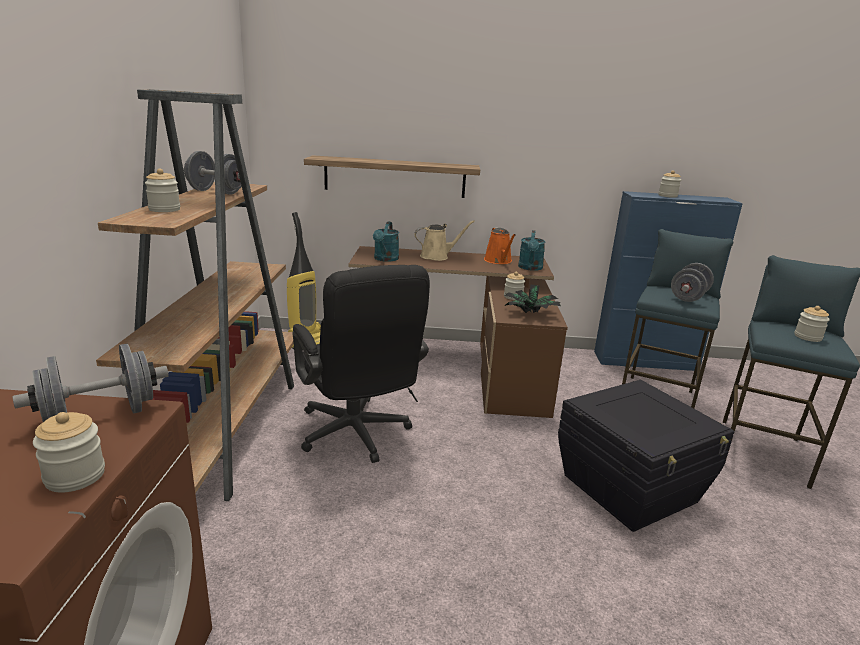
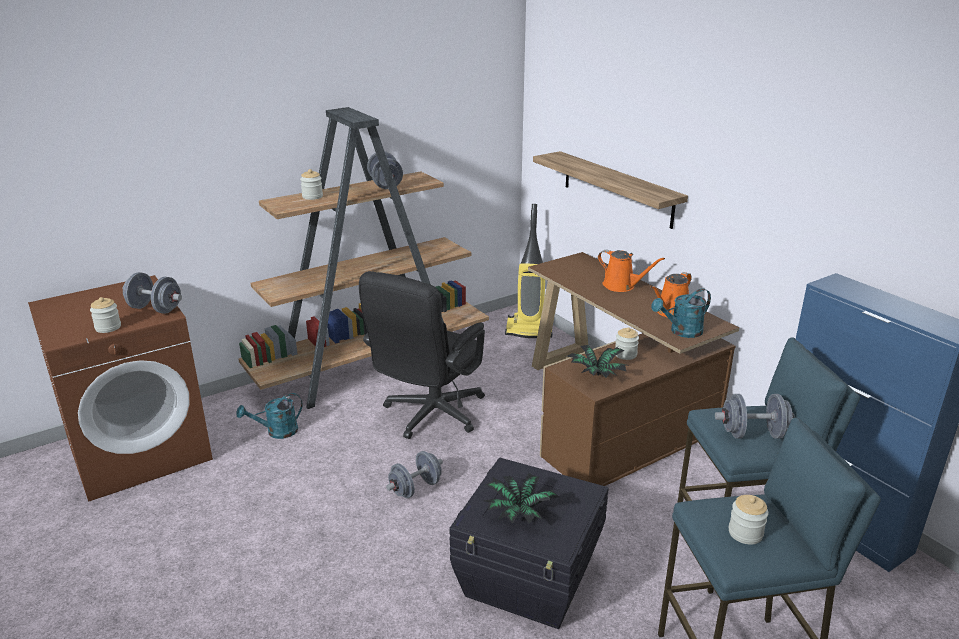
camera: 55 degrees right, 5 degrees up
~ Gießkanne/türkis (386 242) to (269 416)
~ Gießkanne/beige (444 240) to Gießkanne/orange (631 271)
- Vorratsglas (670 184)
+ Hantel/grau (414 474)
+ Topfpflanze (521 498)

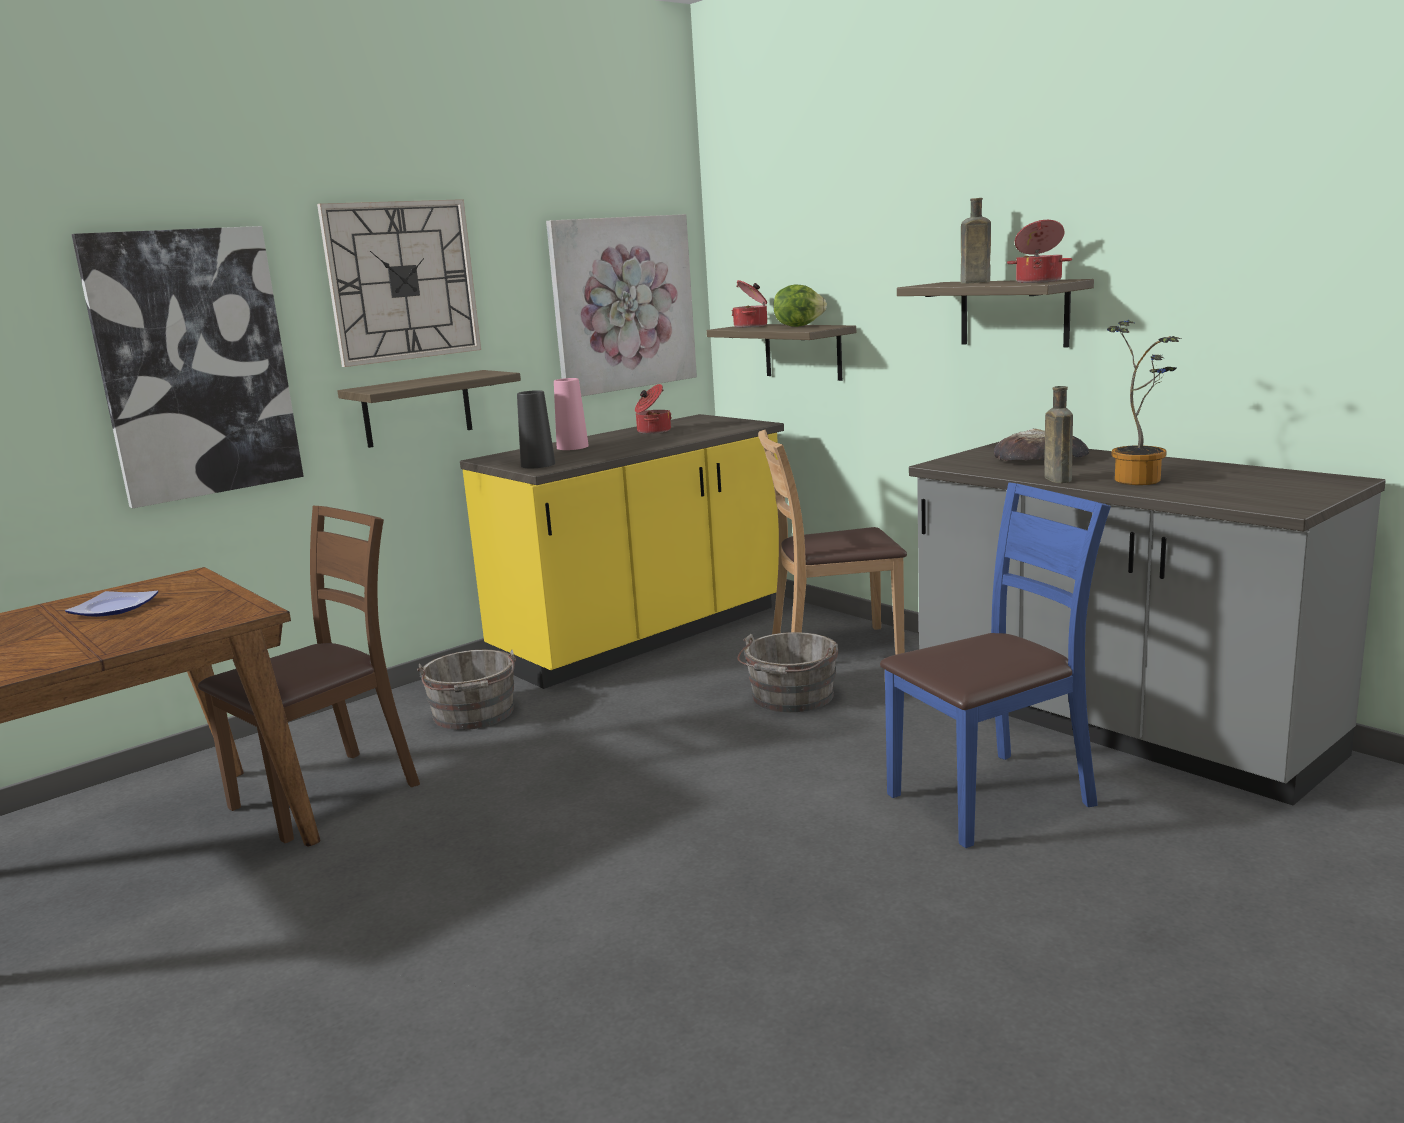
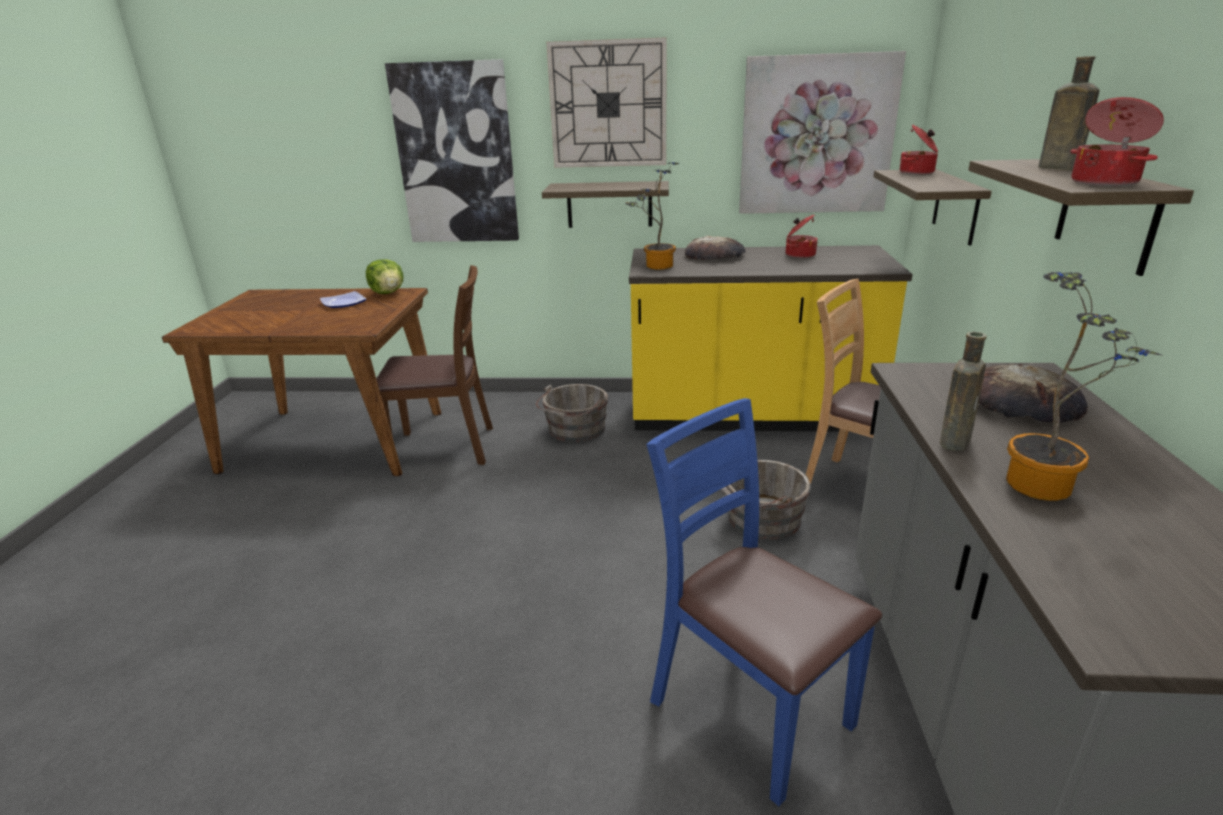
camera: 45 degrees right, 10 degrees up
~ Vase/schwarz (536 429) to Topfpflanze (652 215)
~ Vase/rosa (571 414) to Brot (715 248)
~ Salatkopf (800 305) to (385 277)
~ Stuhl/blau (995 665) = (764 602) 150 degrees counterclockwise

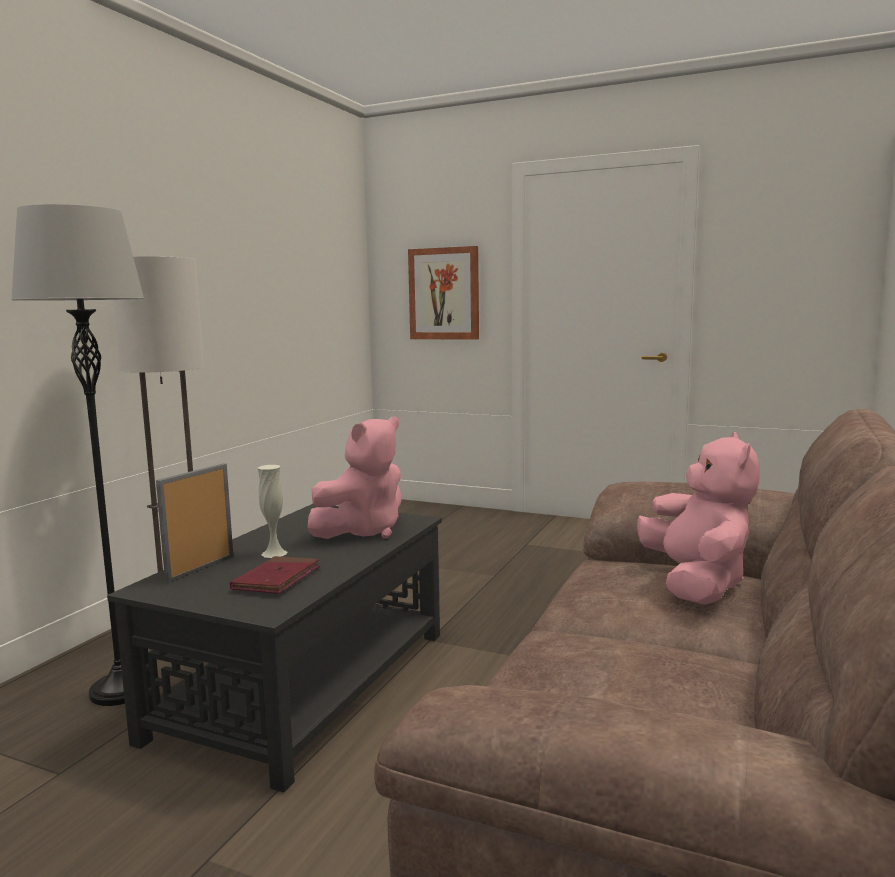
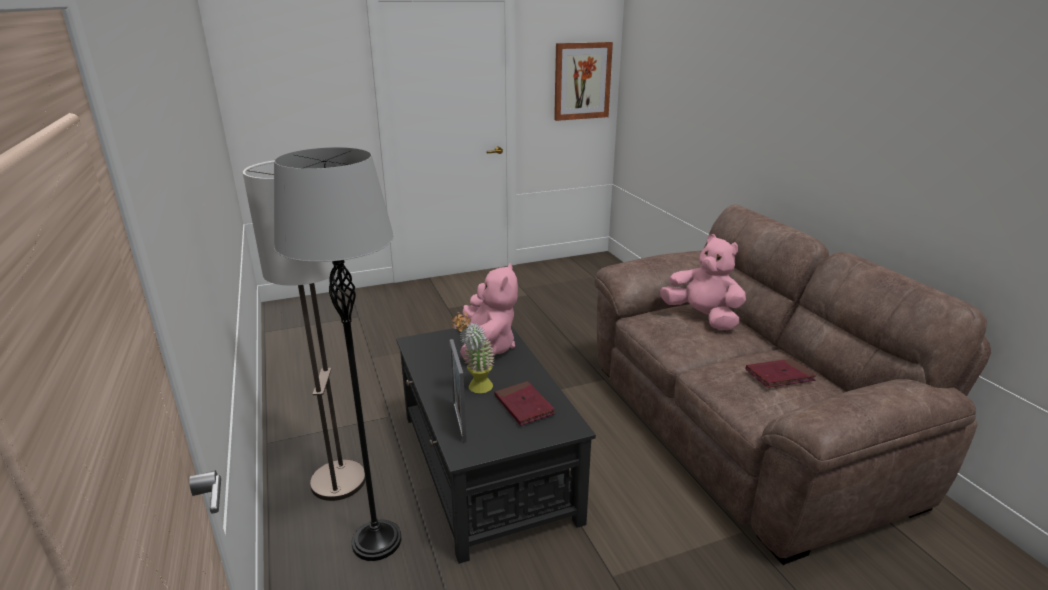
camera: 45 degrees left, 15 degrees up
~ Vase/weiß (272 511) to Topfpflanze (473 352)
~ Bild (443 293) to (583 81)
+ Buch/rot (781 373)

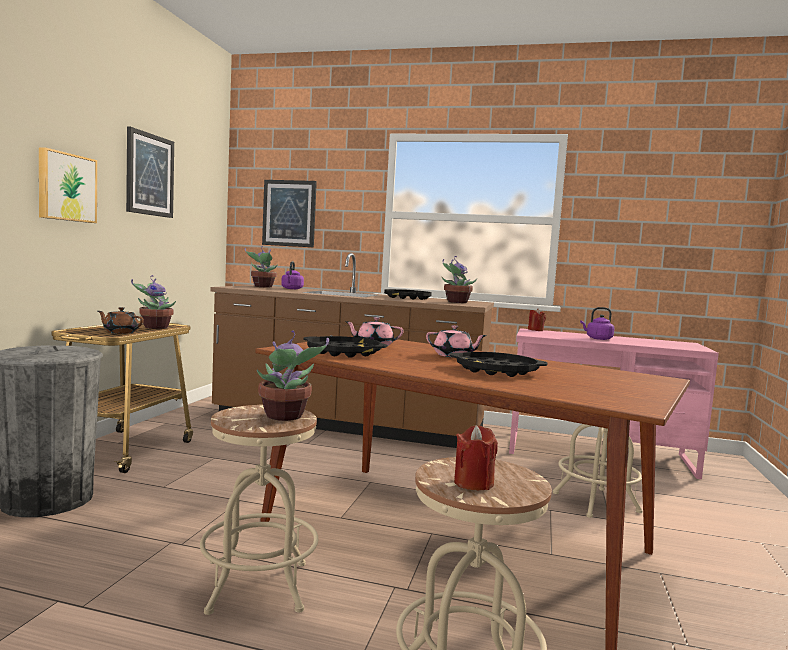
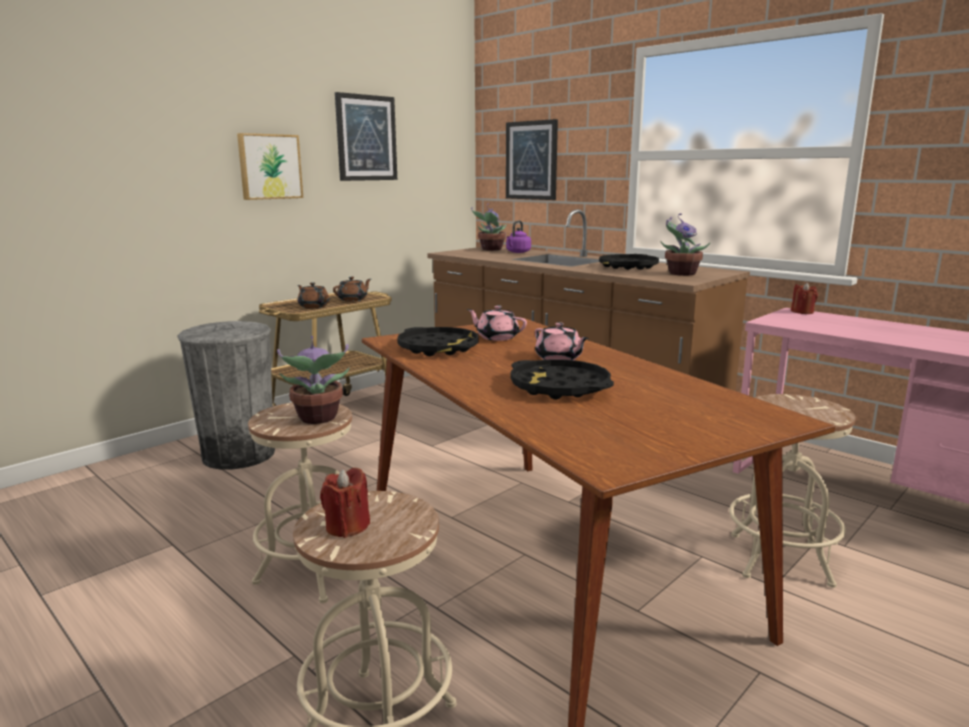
camera: 30 degrees right, 10 degrees up
~ Topfpflanze (153 302) to Teekanne/braun (352 289)
- Wasserkessel/lila (597 323)

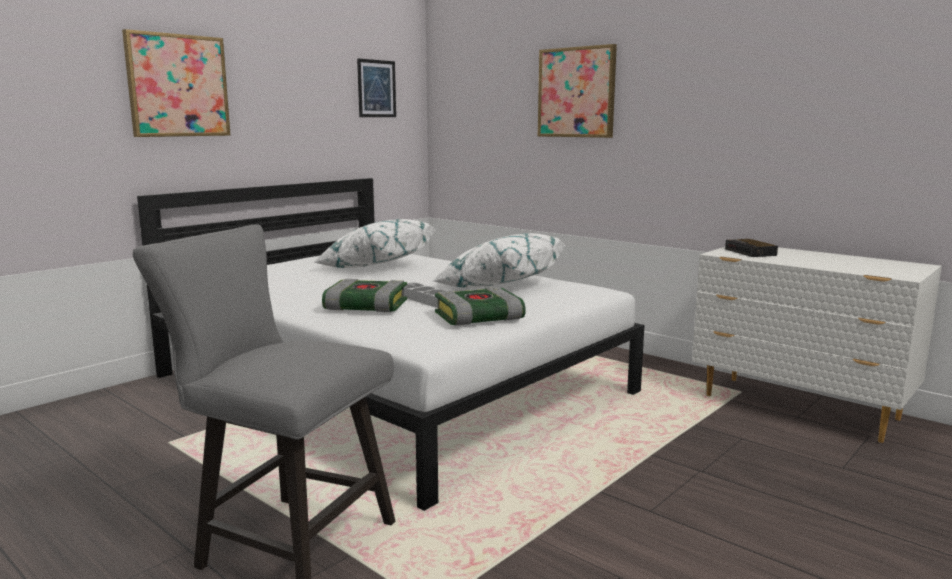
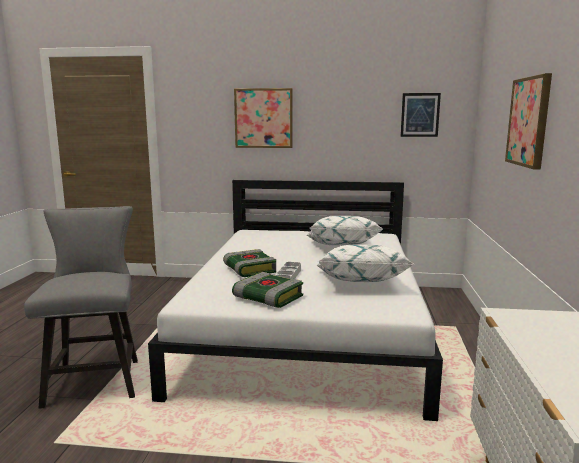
camera: 55 degrees right, 0 degrees up
- Wecker (751 248)

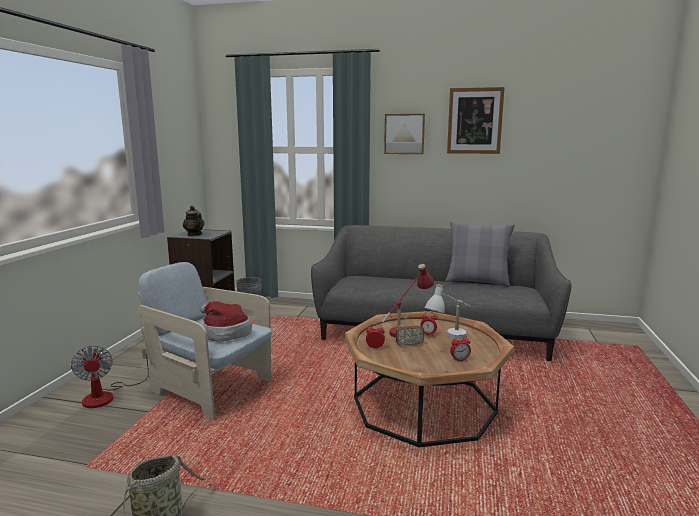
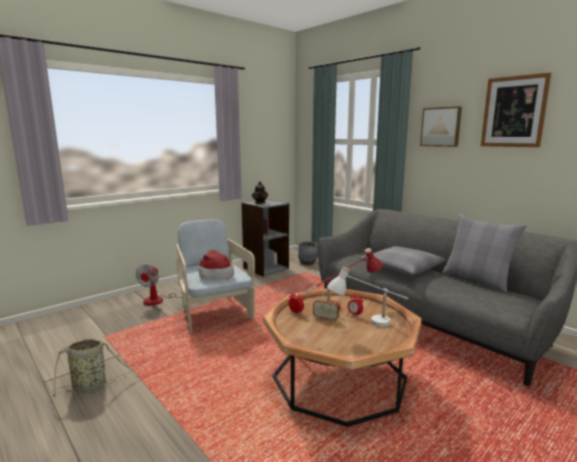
camera: 35 degrees right, 0 degrees up
- Wecker (460 348)
+ Kissen/grau (402 260)

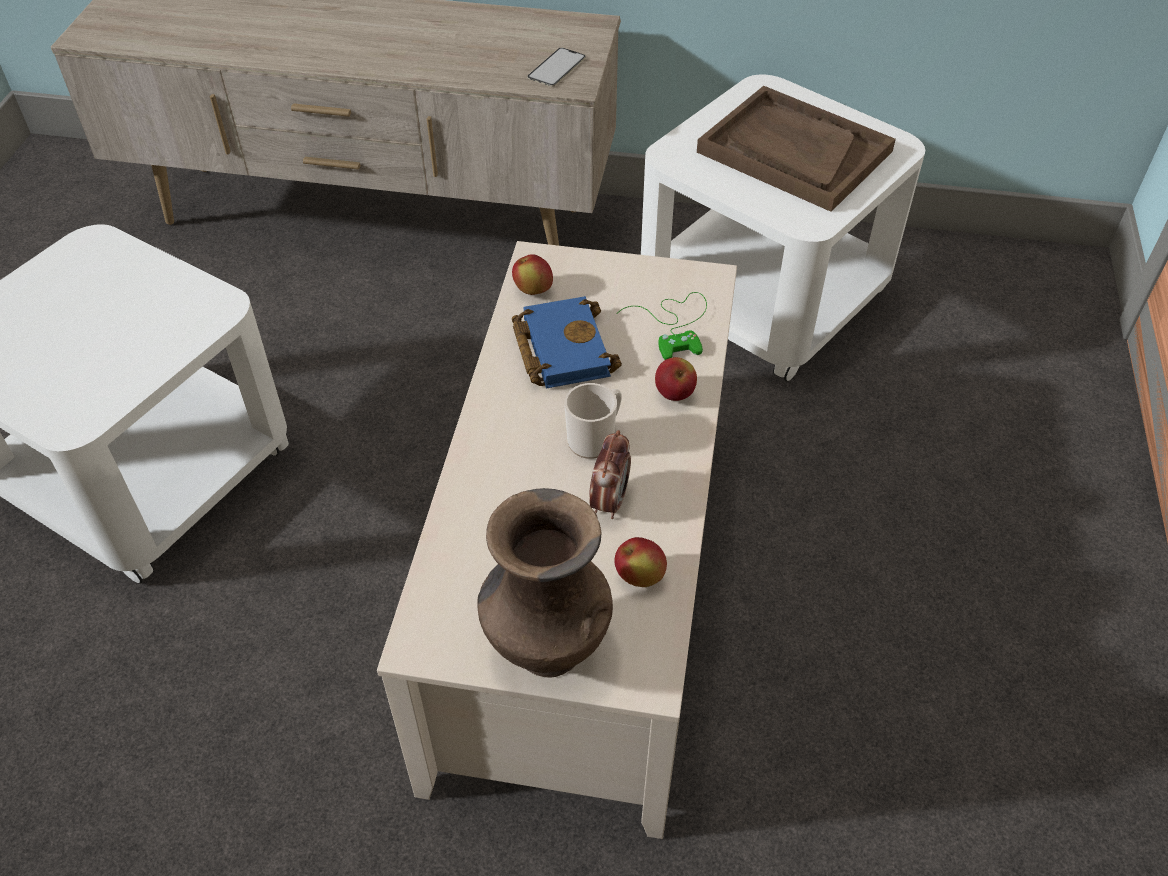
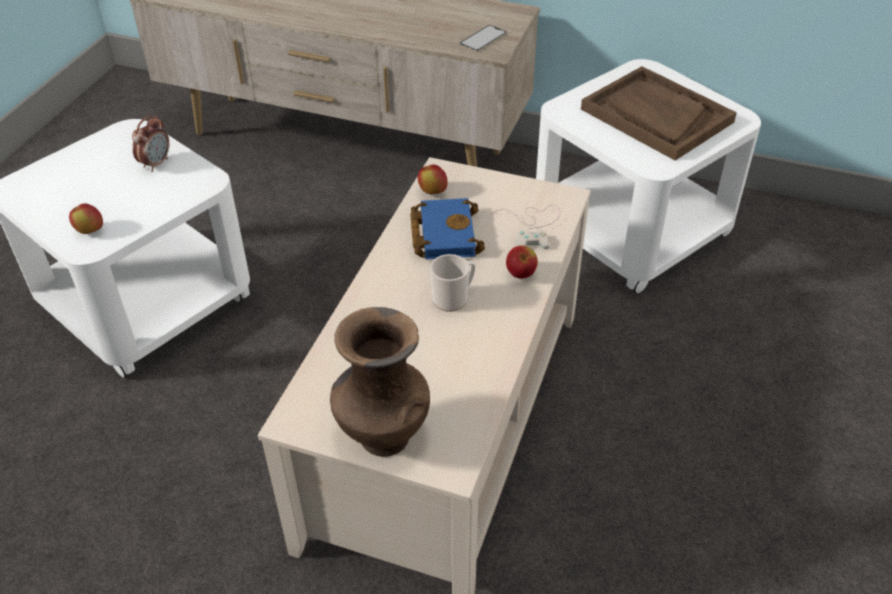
camera: 10 degrees right, 5 degrees down
~ Wecker (610 474) to (150 143)
~ Apfel (640 562) to (86 218)
~ Gamepad/grün (662 326) to Gamepad/weiß (526 227)

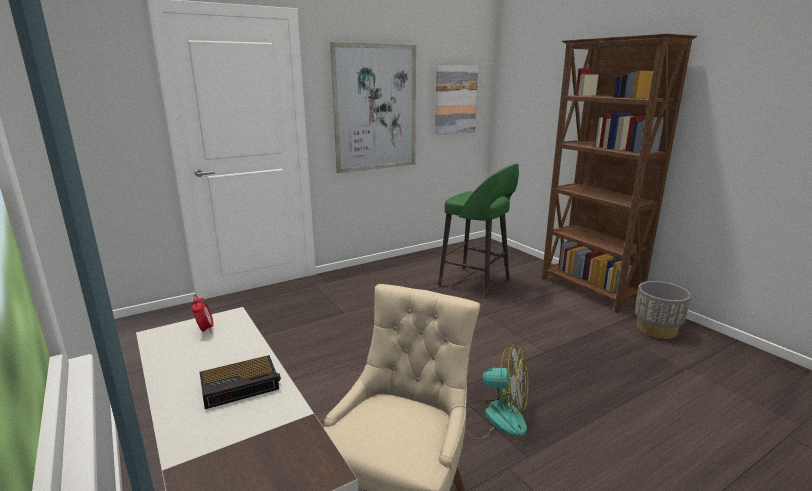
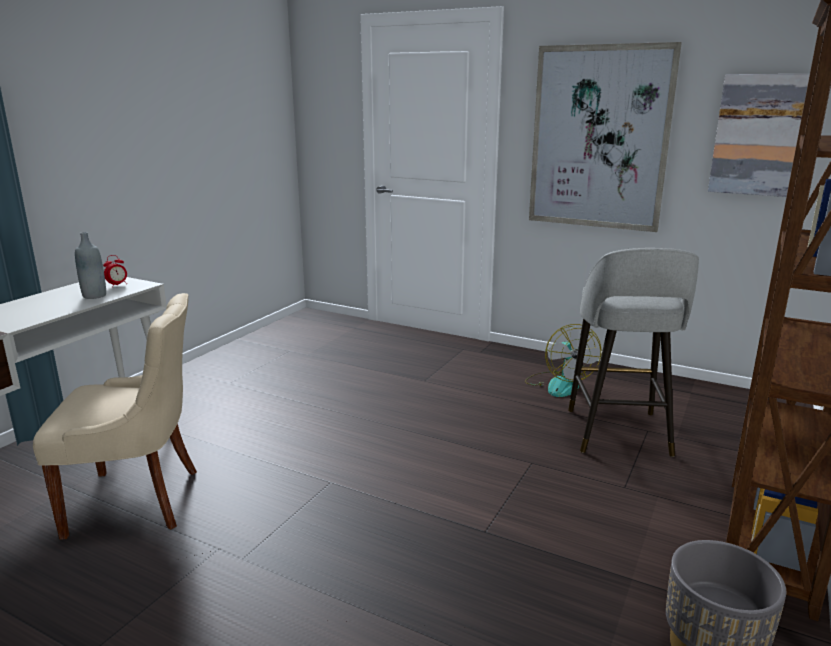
camera: 60 degrees right, 0 degrees up
- Wecker (240 382)
~ Hocker/grün (478 231) to Hocker/grau (633 352)
~ Ventilator (496 392) to (563 360)
+ Flasche/grau (90 265)

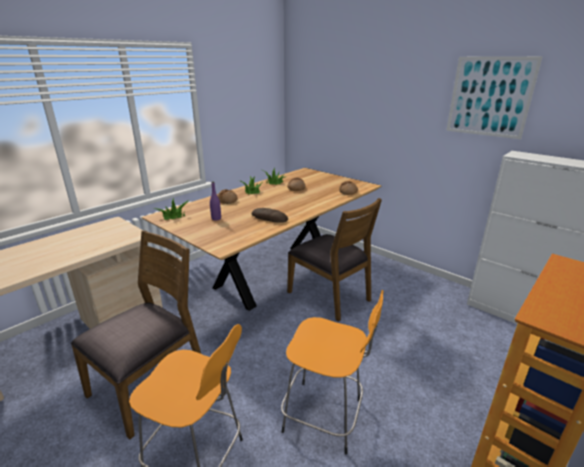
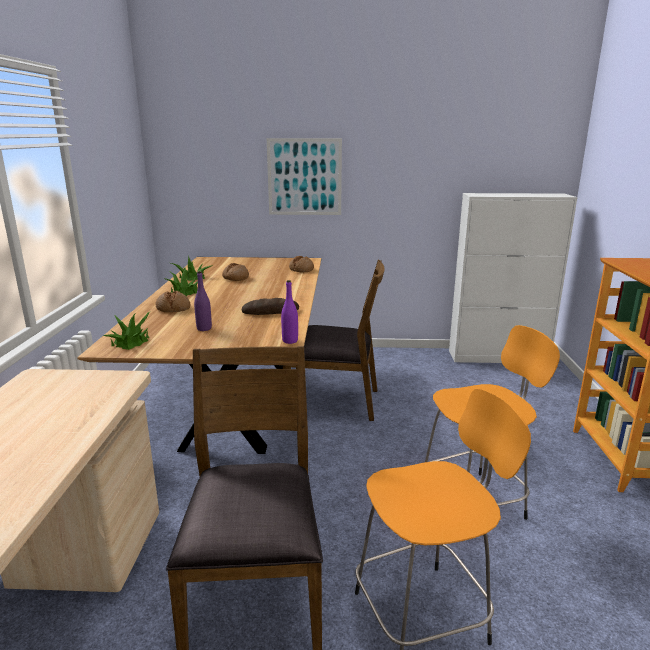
camera: 40 degrees left, 5 degrees down
~ Bild (494 97) to (304 176)
+ Flasche/lila (289 312)

